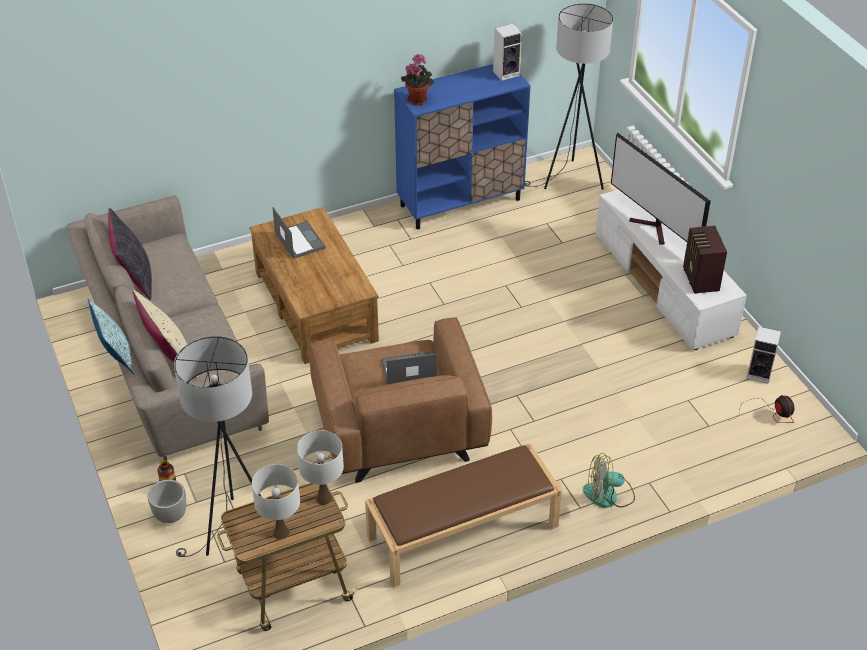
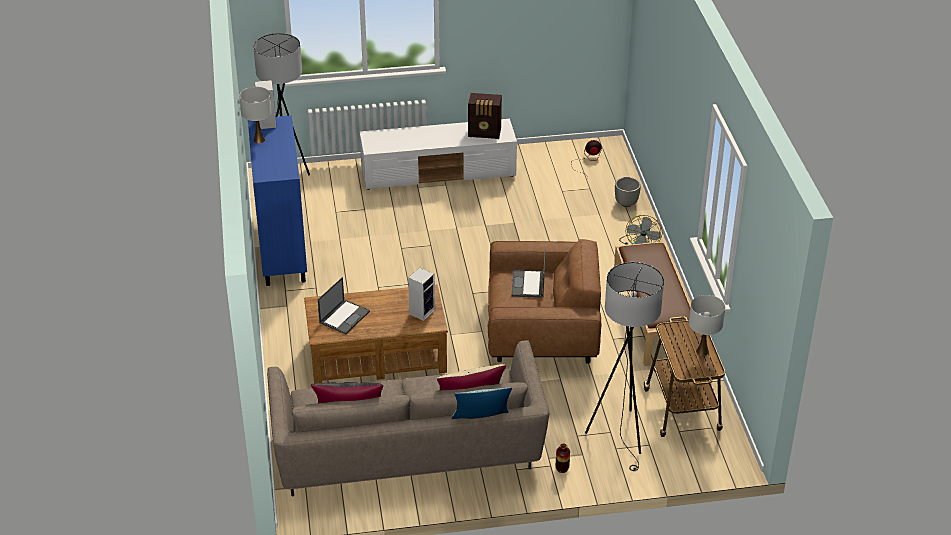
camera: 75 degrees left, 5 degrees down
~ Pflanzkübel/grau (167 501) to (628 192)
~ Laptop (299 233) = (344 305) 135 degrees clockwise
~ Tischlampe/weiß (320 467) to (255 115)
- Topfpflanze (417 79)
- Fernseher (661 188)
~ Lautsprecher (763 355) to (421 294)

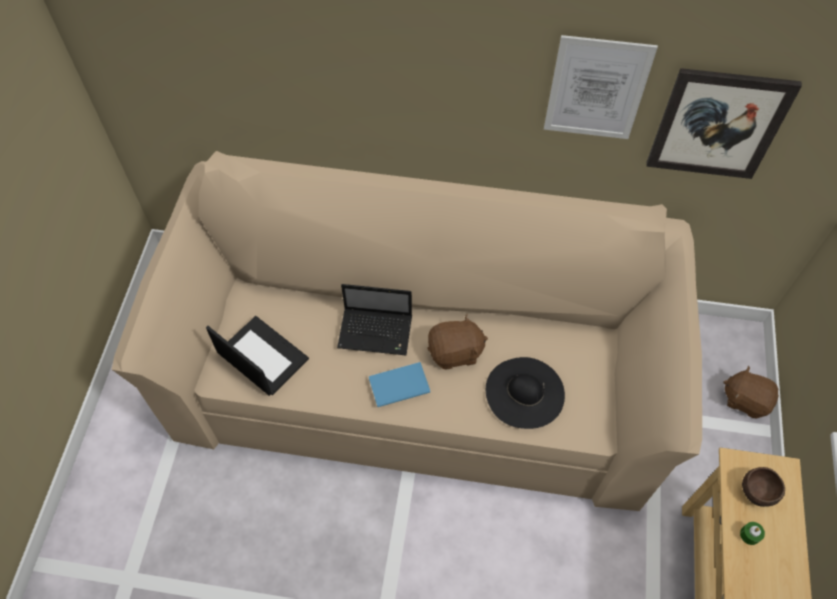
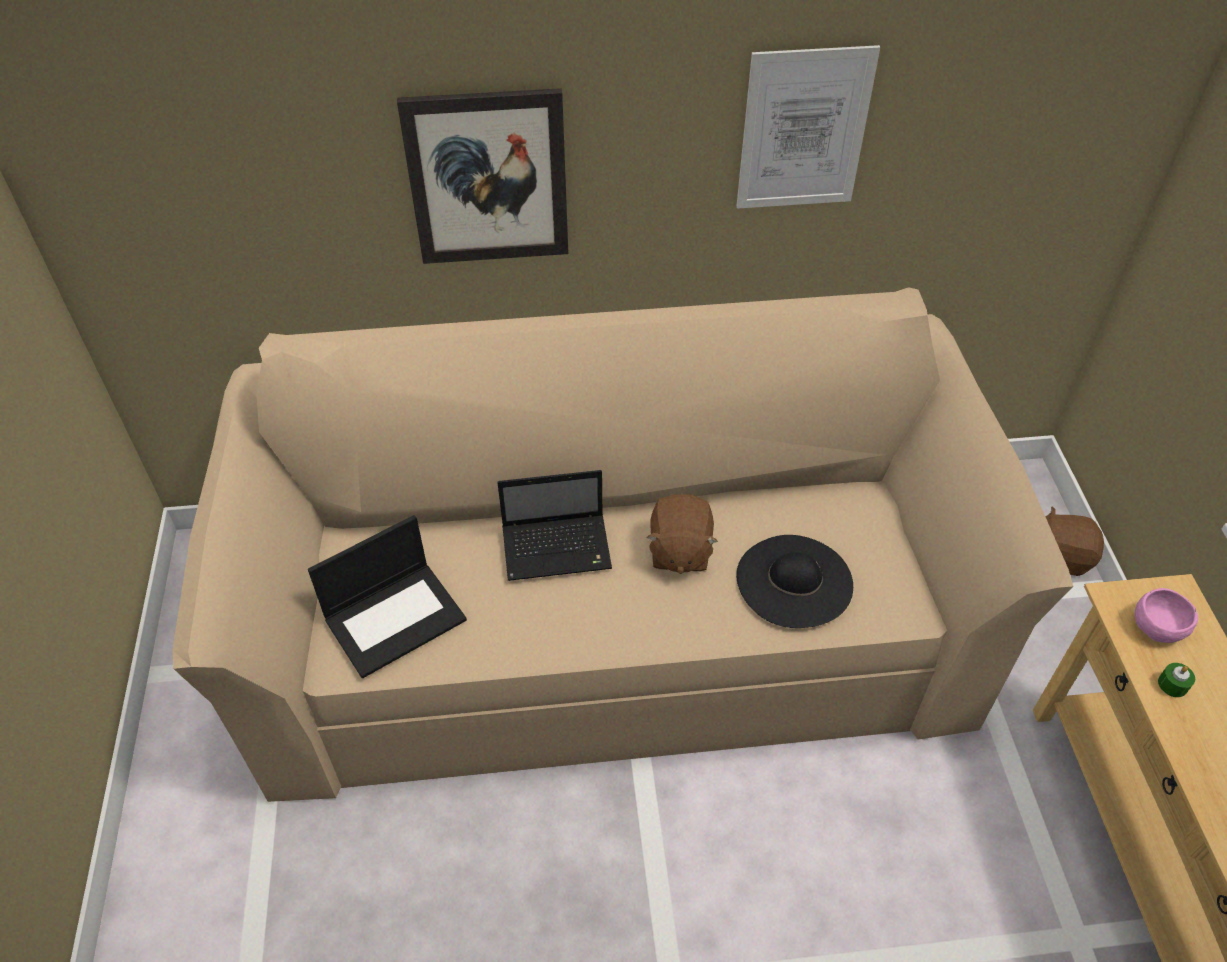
camera: 15 degrees left, 10 degrees down
~ Laptop (257 356) = (387 596) 120 degrees clockwise
- Buch/blau (399 384)
~ Plüschtier/braun (457 342) = (682 534) 120 degrees clockwise
~ Bild (724 123) to (482 176)
~ Schüssel/braun (763 487) to Schüssel/rosa (1166 615)

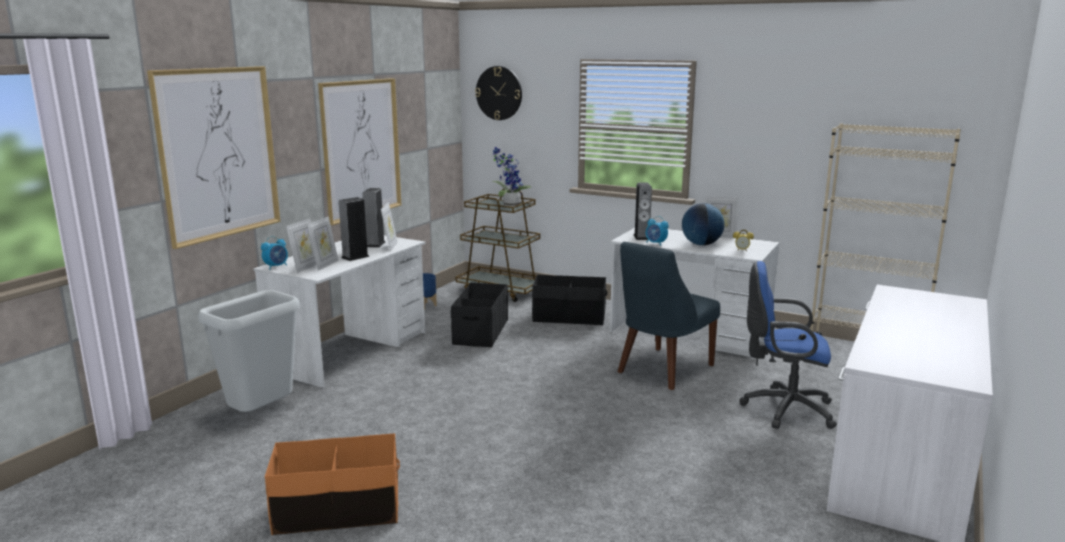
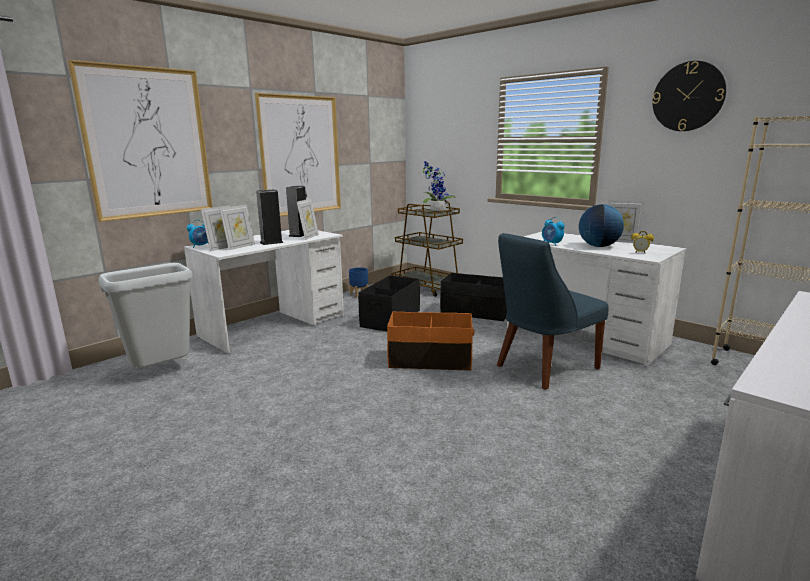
camera: 15 degrees right, 0 degrees up
~ Aufbewahrungsbox/orange (332 484) to (431 341)
~ Wanduhr (498 93) to (689 96)
- Lautsprecher (643 211)
- Bürostuhl/blau (788 345)

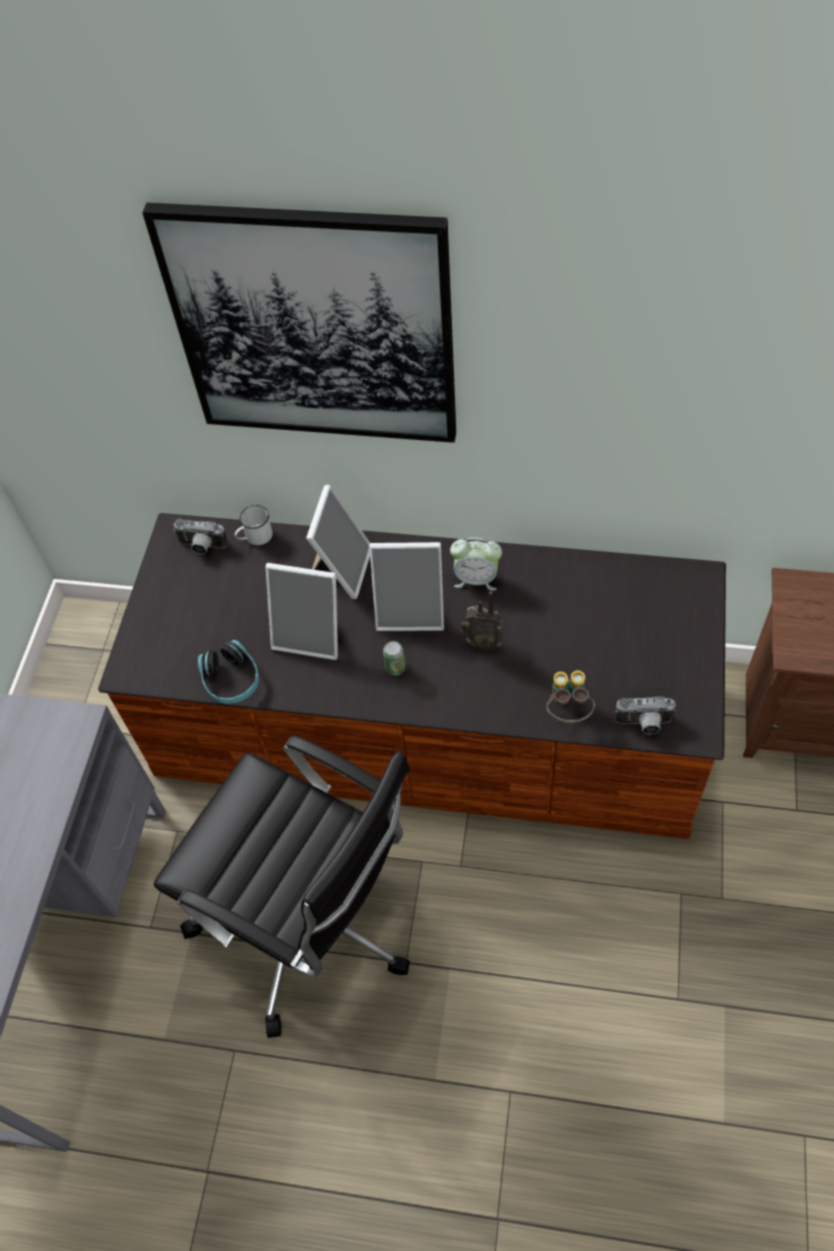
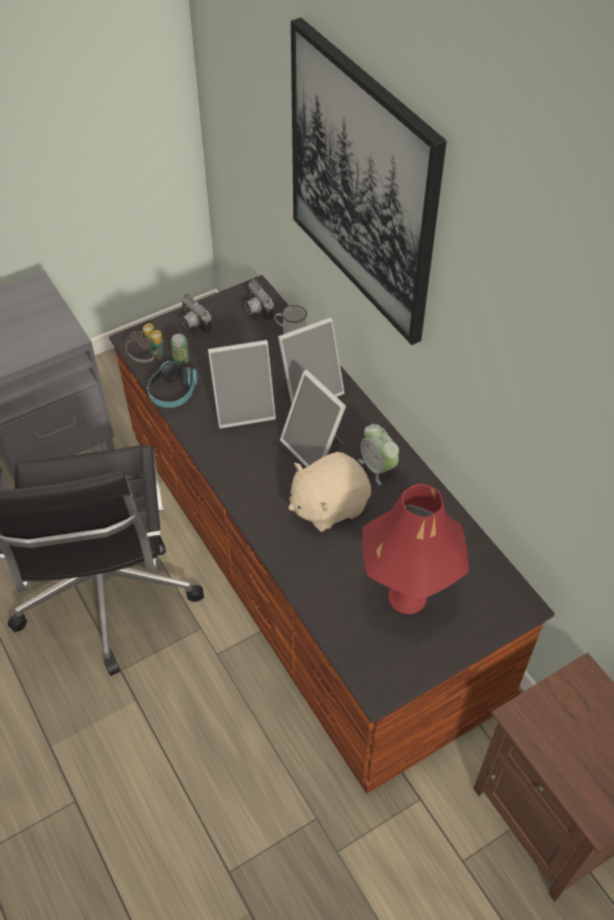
camera: 45 degrees right, 5 degrees down
~ Bilderrahmen (302 611) = (242 384) 75 degrees counterclockwise
~ Dose (394 658) to (180 349)
~ Radio (482 620) to Plüschtier/beige (329 492)
~ Fernglas (571 696) to (144 343)
~ Kamera (645 716) to (196 314)
+ Tischlampe/rot (415 548)

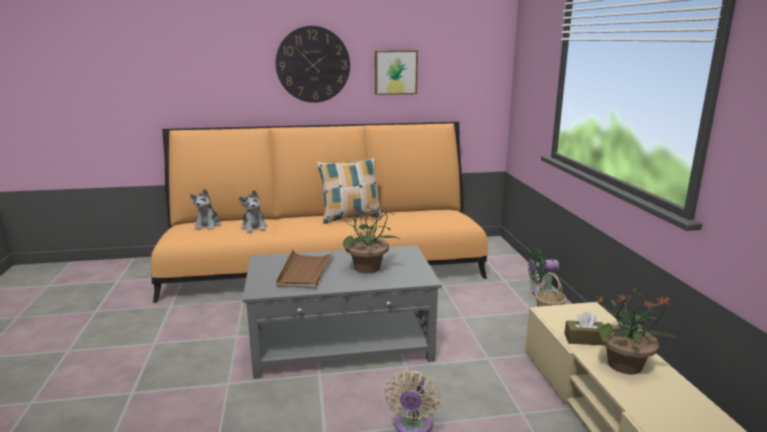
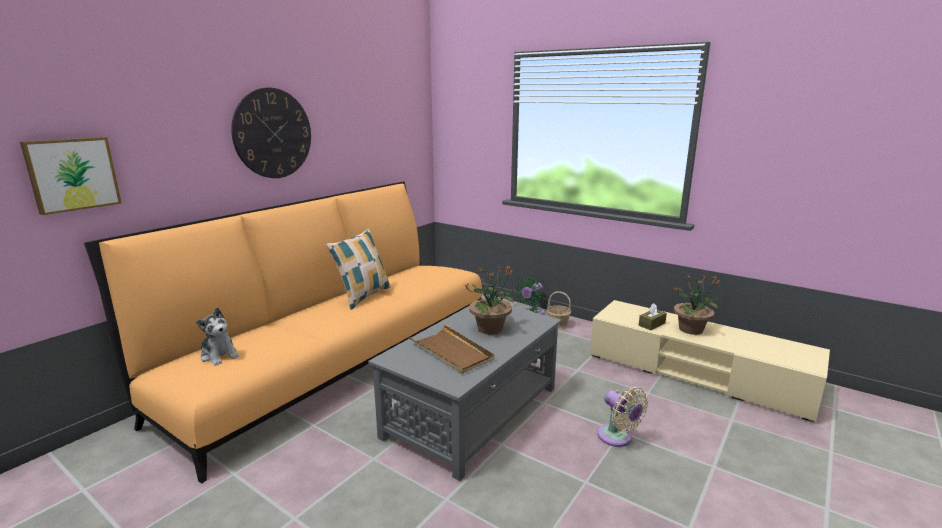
camera: 45 degrees left, 0 degrees up
- Plüschtier (253 211)
~ Bild (396 72) to (71 176)

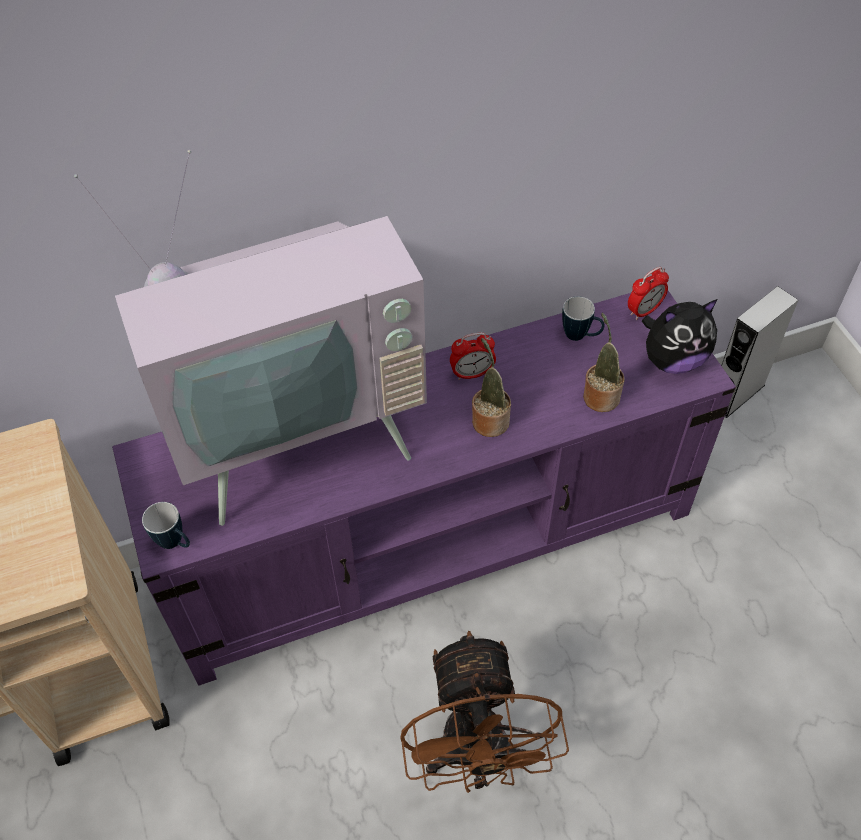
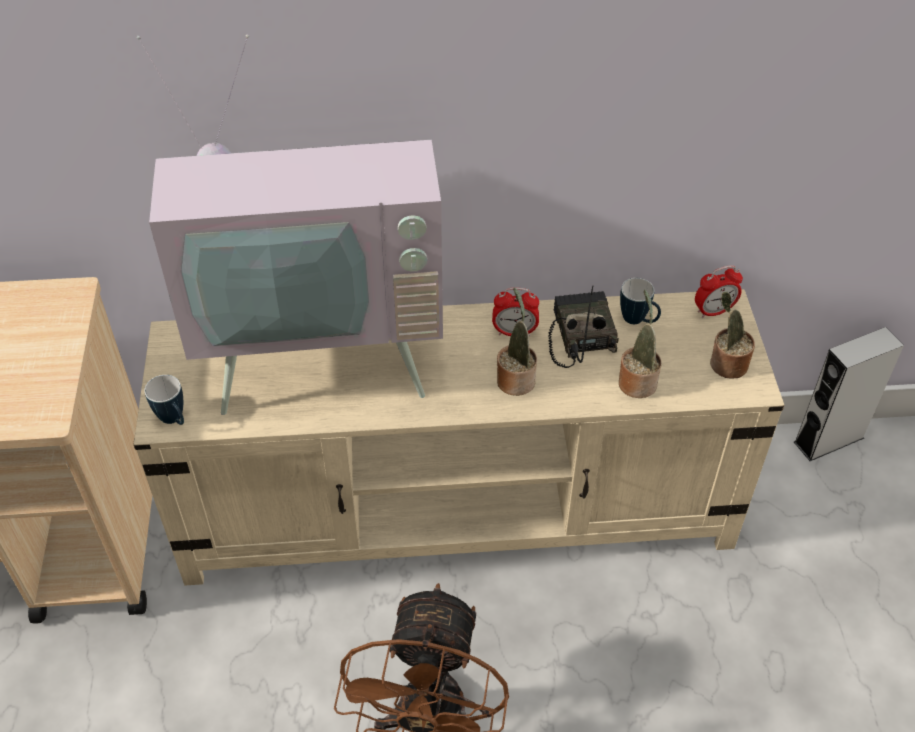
camera: 15 degrees right, 5 degrees down
~ Fernsehschrank/lila (424 488) to Fernsehschrank/beige (458 437)
~ Plüschtier (680 336) to Topfpflanze (732 335)
+ Radio (583 327)

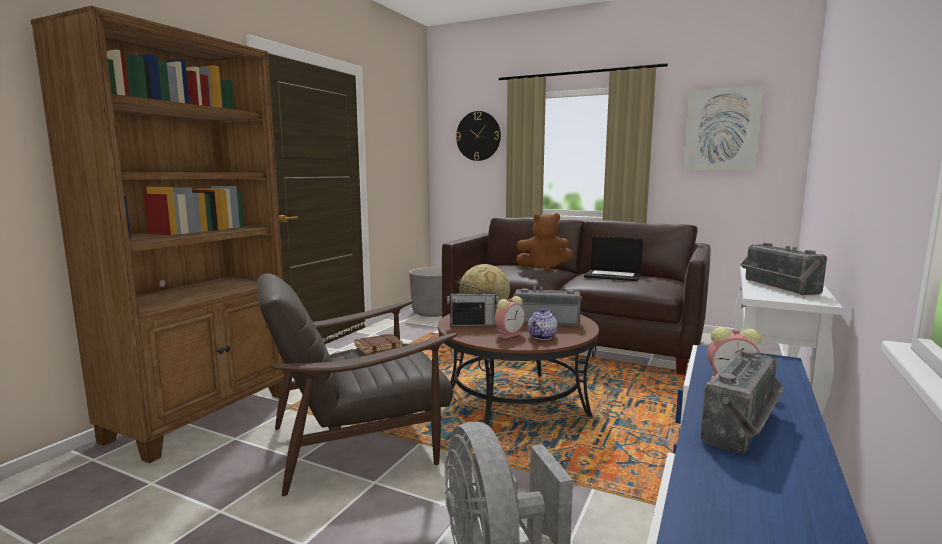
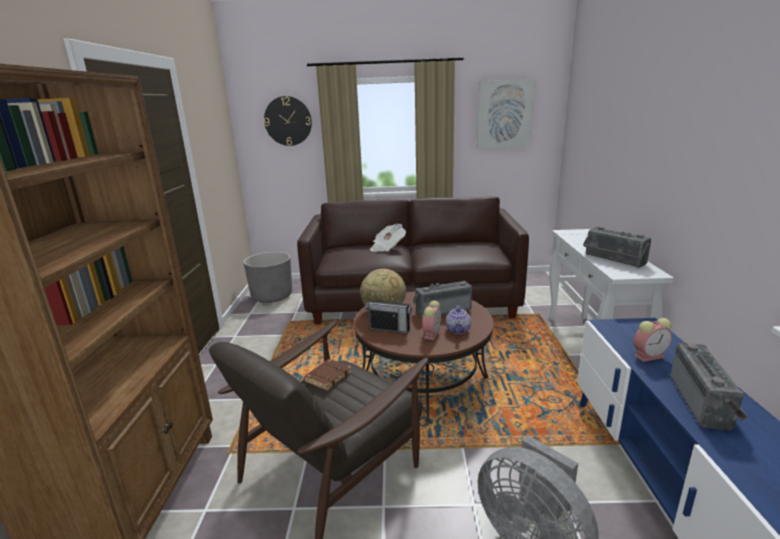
camera: 25 degrees left, 10 degrees up
~ Radio (473 303) = (388 312) 45 degrees clockwise
~ Plüschtier/braun (544 242) to Zeitung (388 238)
- Laptop (613 258)

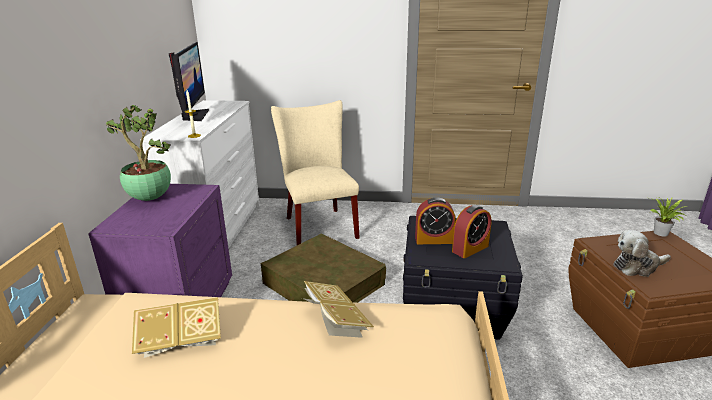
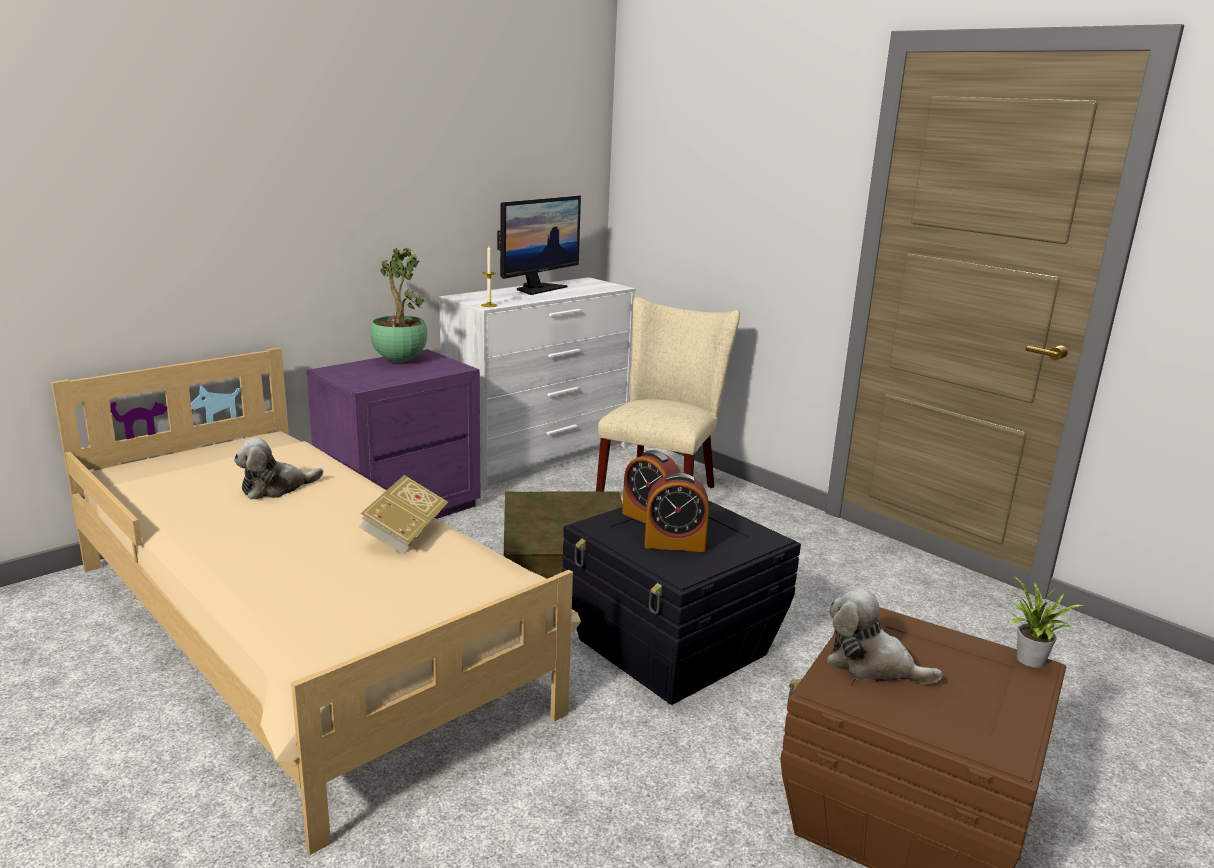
camera: 40 degrees right, 5 degrees down
~ Buch (176 327) to Plüschtier (278 469)

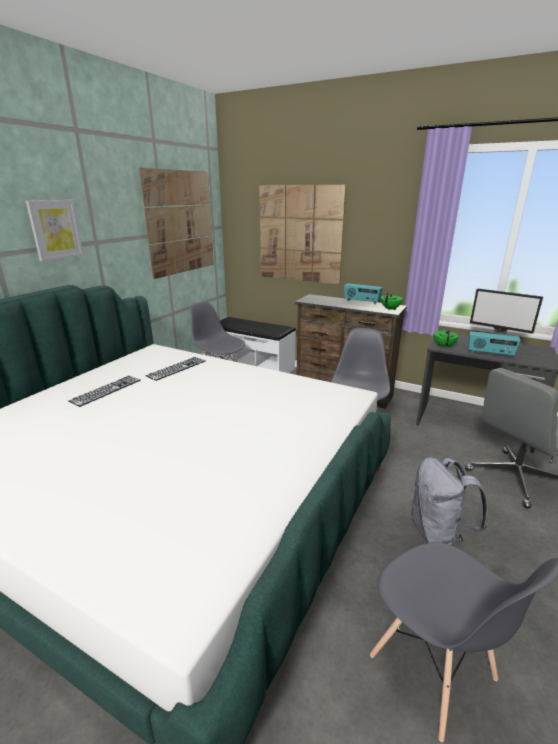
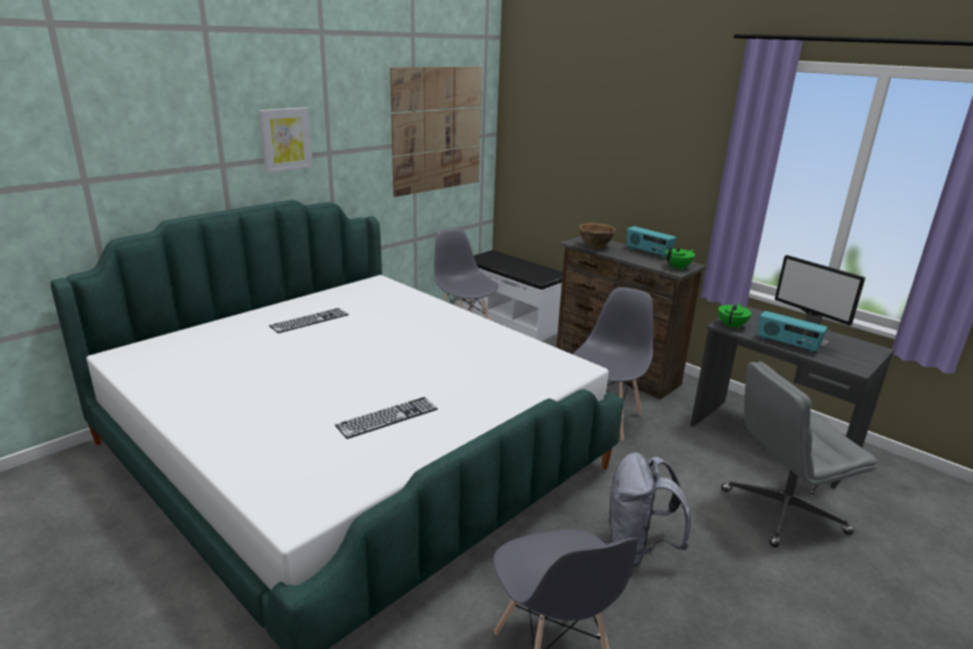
camera: 15 degrees right, 0 degrees up
~ Tastatur (175 369) to (386 418)
- Bild (302 234)
+ Schüssel/braun (597 236)

